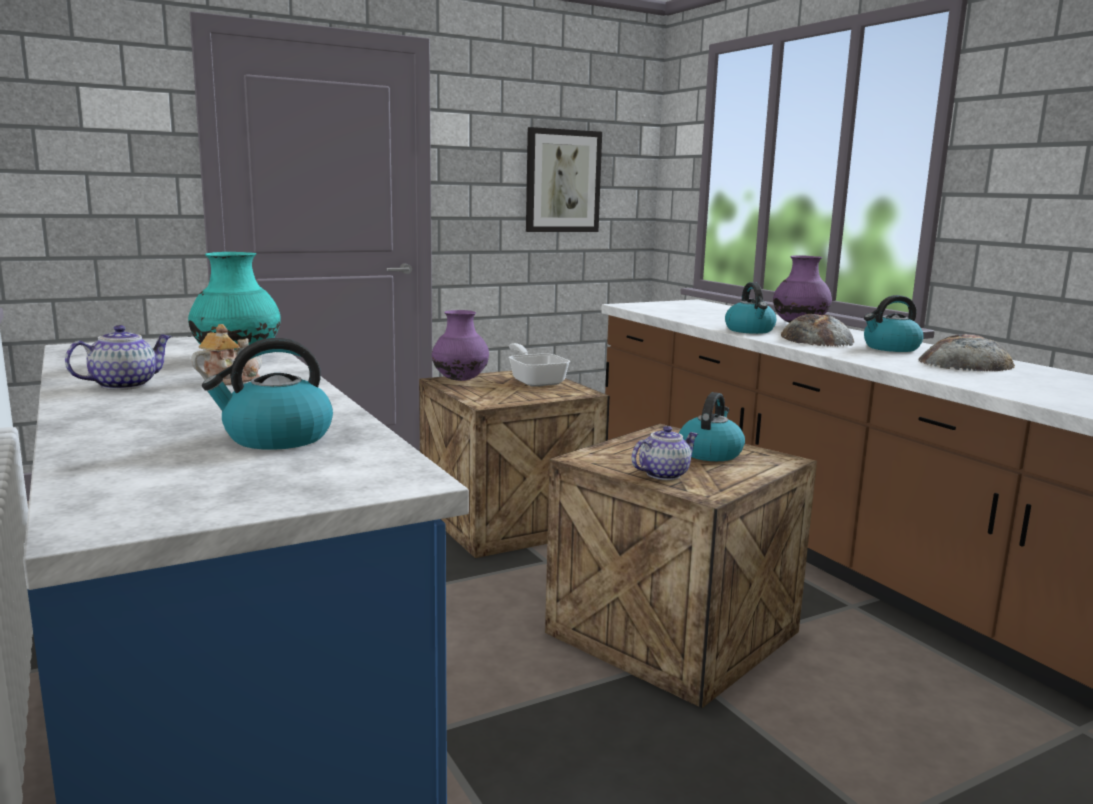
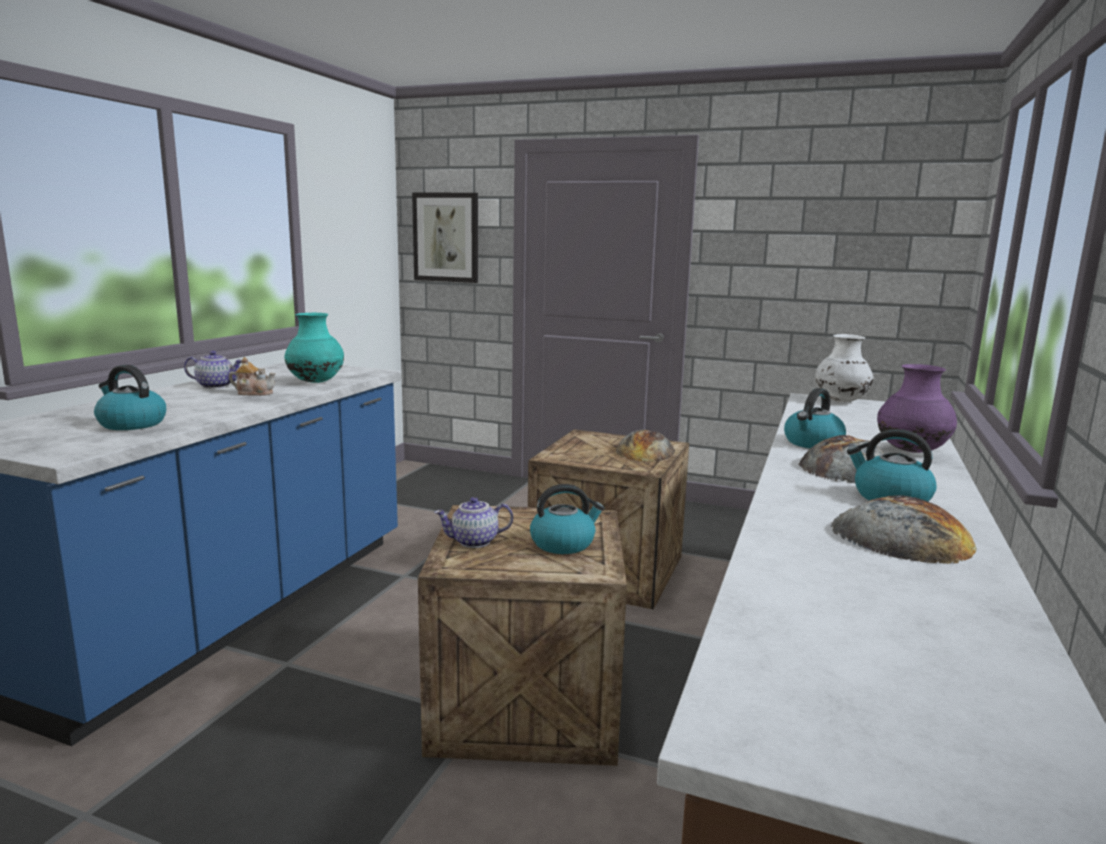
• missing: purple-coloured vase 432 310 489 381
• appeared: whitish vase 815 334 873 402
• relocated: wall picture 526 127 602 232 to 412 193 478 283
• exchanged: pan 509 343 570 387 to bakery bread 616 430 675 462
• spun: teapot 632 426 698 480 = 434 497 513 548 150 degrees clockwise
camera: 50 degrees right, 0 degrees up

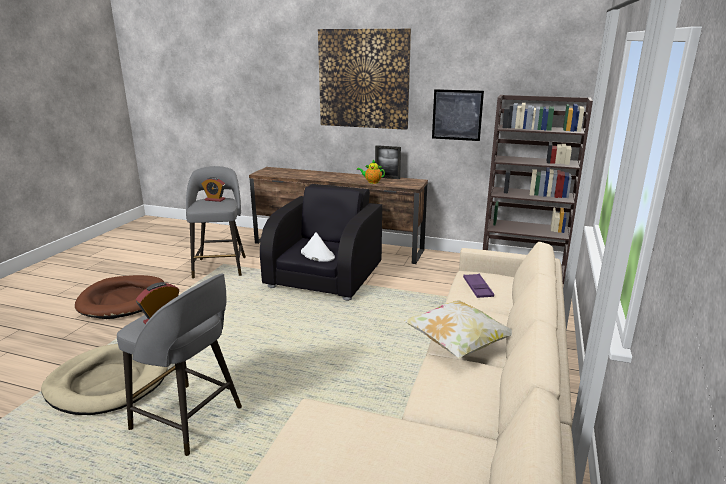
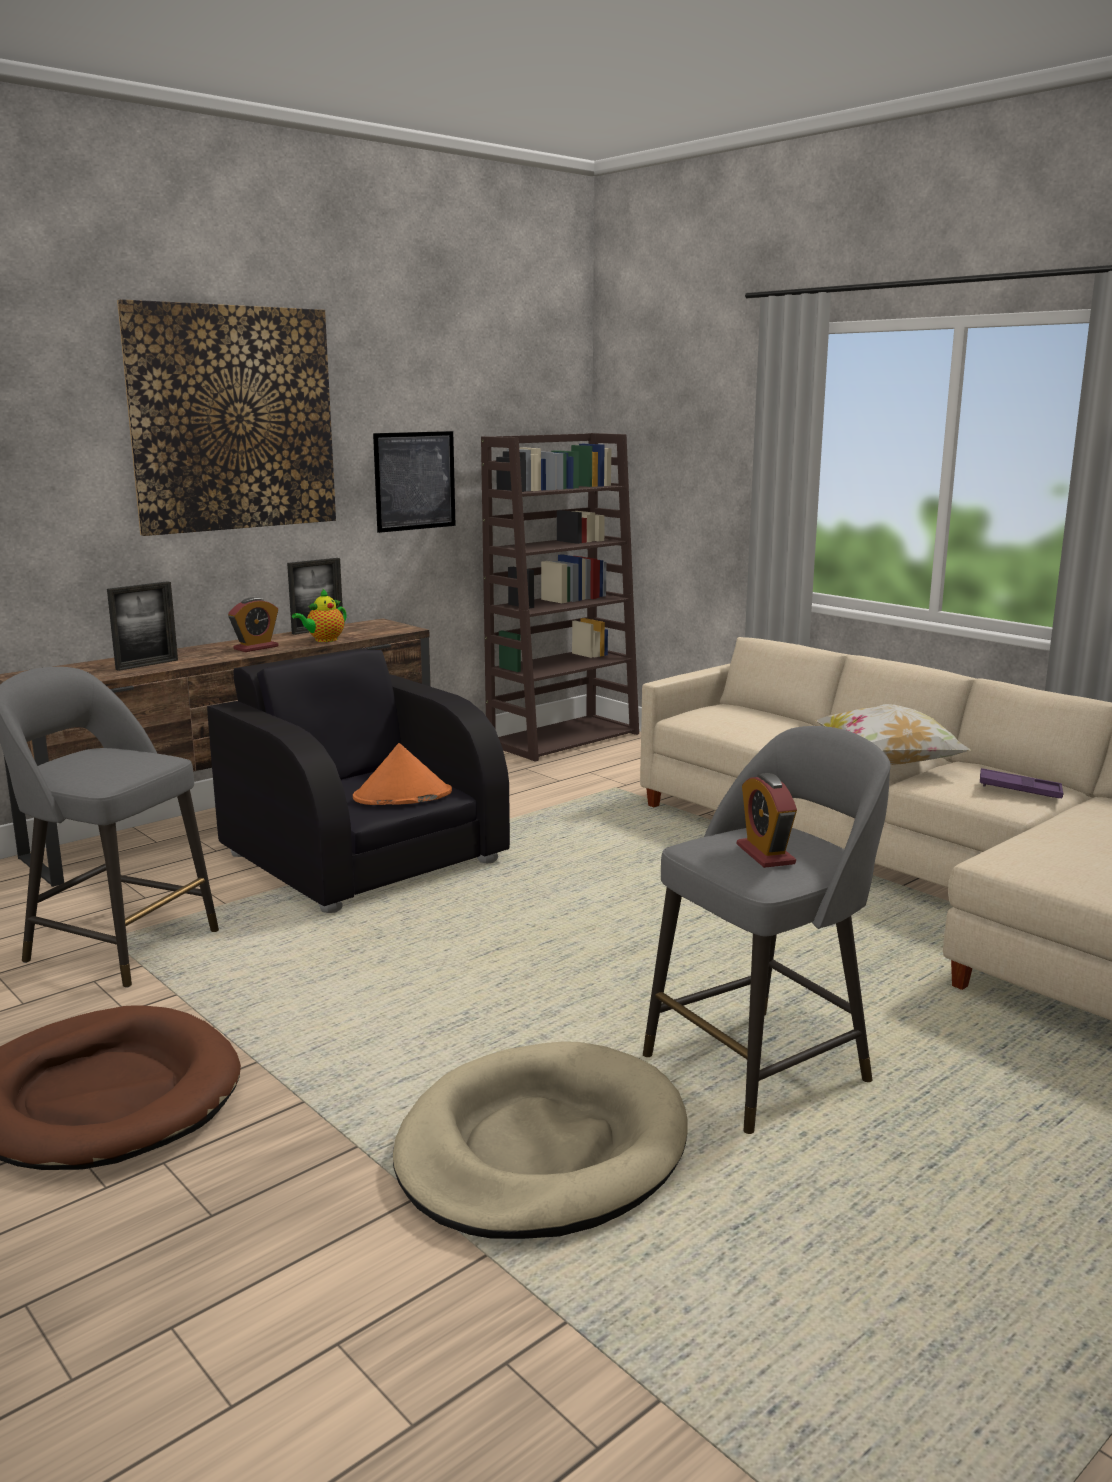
• appeared: standing frame 107 581 178 671
• relocated: table clock 201 177 225 202 to 228 597 278 652
• relocated: purple-coloured serving tray 463 274 494 298 to 980 768 1063 798
• colour: whitish wearable hat 301 232 335 262 to orangey wearable hat 353 743 452 805
camera: 60 degrees left, 5 degrees down

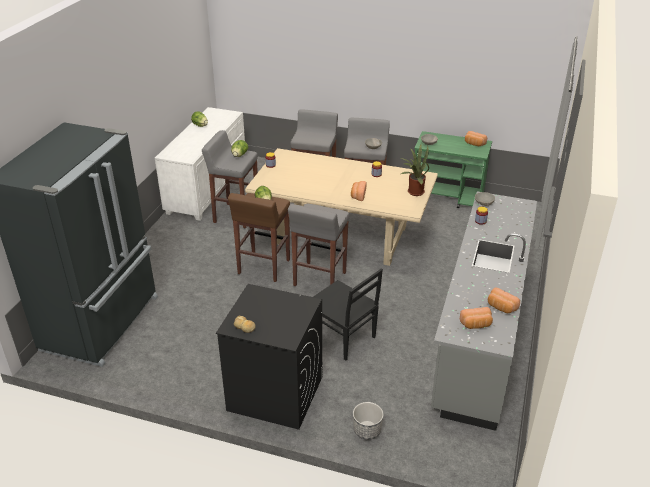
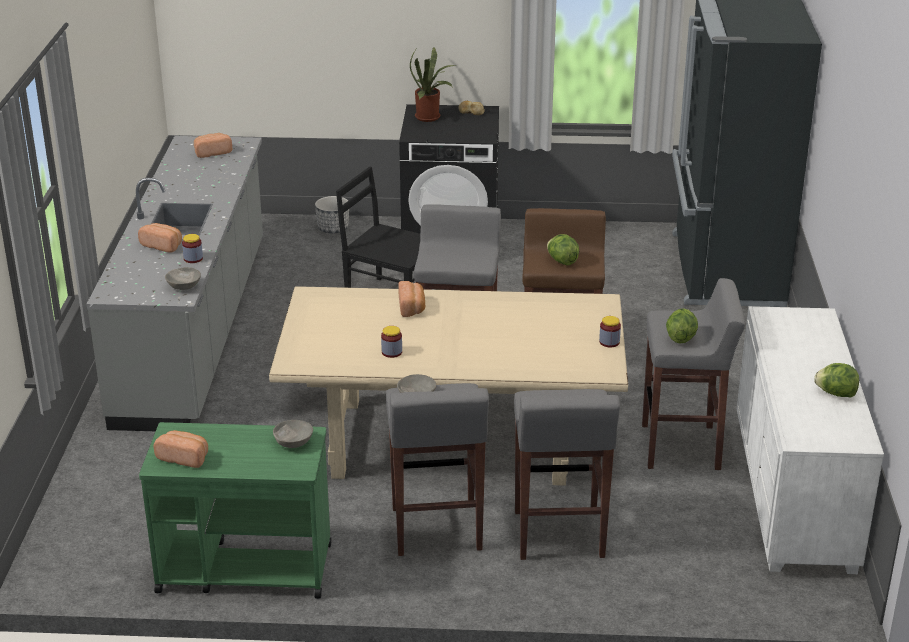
• relocated: potted plant 401 144 429 196 to 410 47 456 122
• relocated: bakery bread 488 288 520 313 to 138 223 182 253
camera: 165 degrees right, 5 degrees down

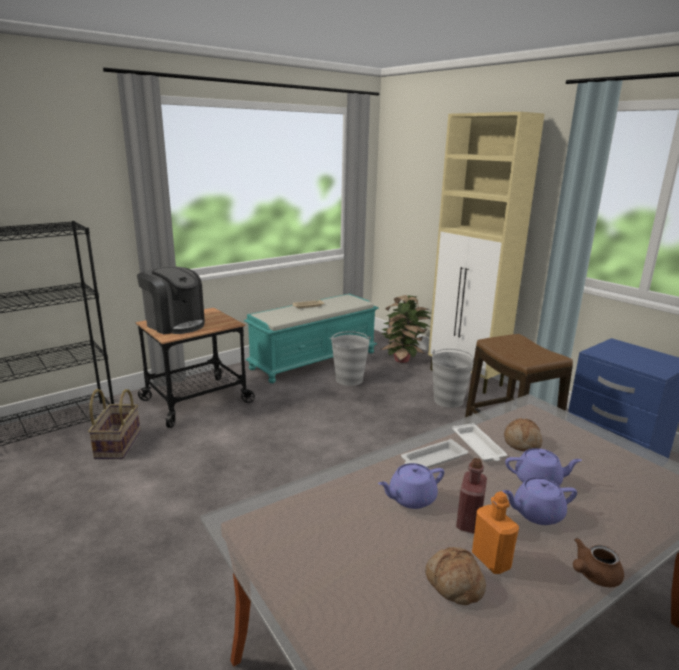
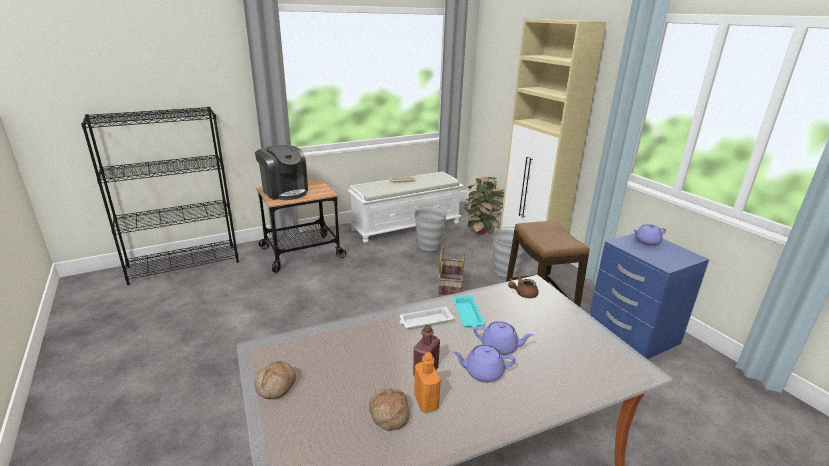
• relocated: basket 88 389 141 459 to 438 246 465 297
• relocated: purple-coloured teapot 378 463 444 509 to 633 224 666 246
• relocated: bakery bread 504 418 542 451 to 255 361 296 399
• relocated: brown-coloured teapot 573 538 624 587 to 508 276 539 298
• colour: turquoise indoor bench 244 294 379 383 to whitish indoor bench 347 171 464 243
• colour: whitish serving tray 452 423 507 461 to turquoise serving tray 453 295 485 328
camera: 10 degrees right, 5 degrees up

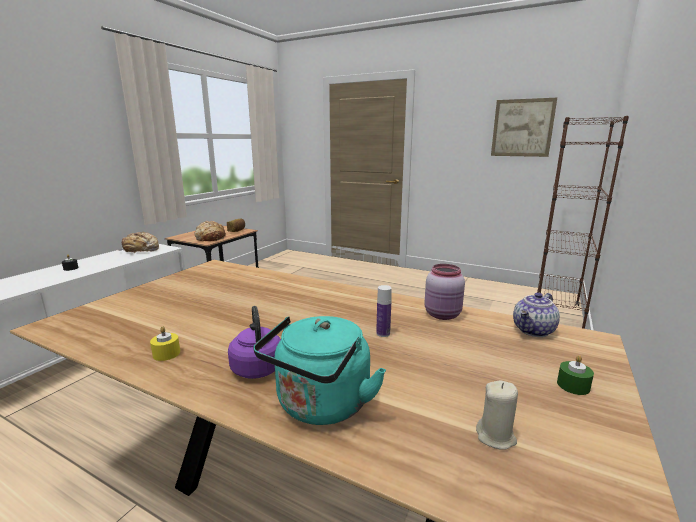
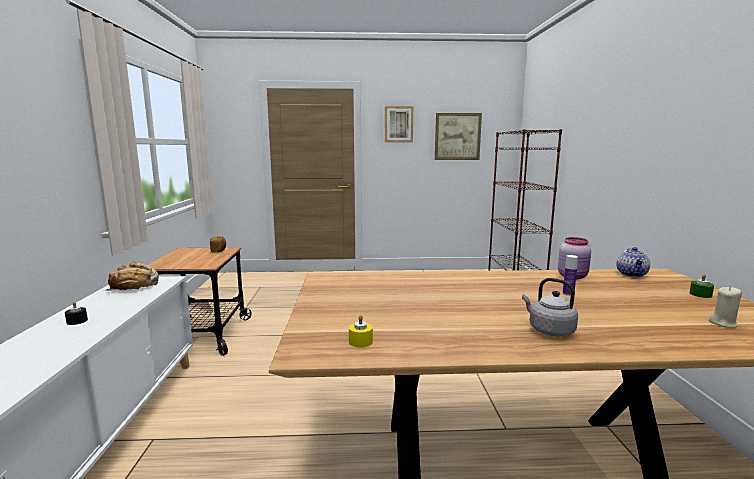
• missing: bakery bread 194 221 226 241
• missing: turquoise kettle 253 316 386 425
• appeared: wall picture 385 106 413 142
• relocated: yellow candle 150 326 180 361 to 349 315 373 348
• colour: purple-coloured kettle 228 306 281 379 to greyish kettle 522 278 578 337
camera: 30 degrees left, 5 degrees down

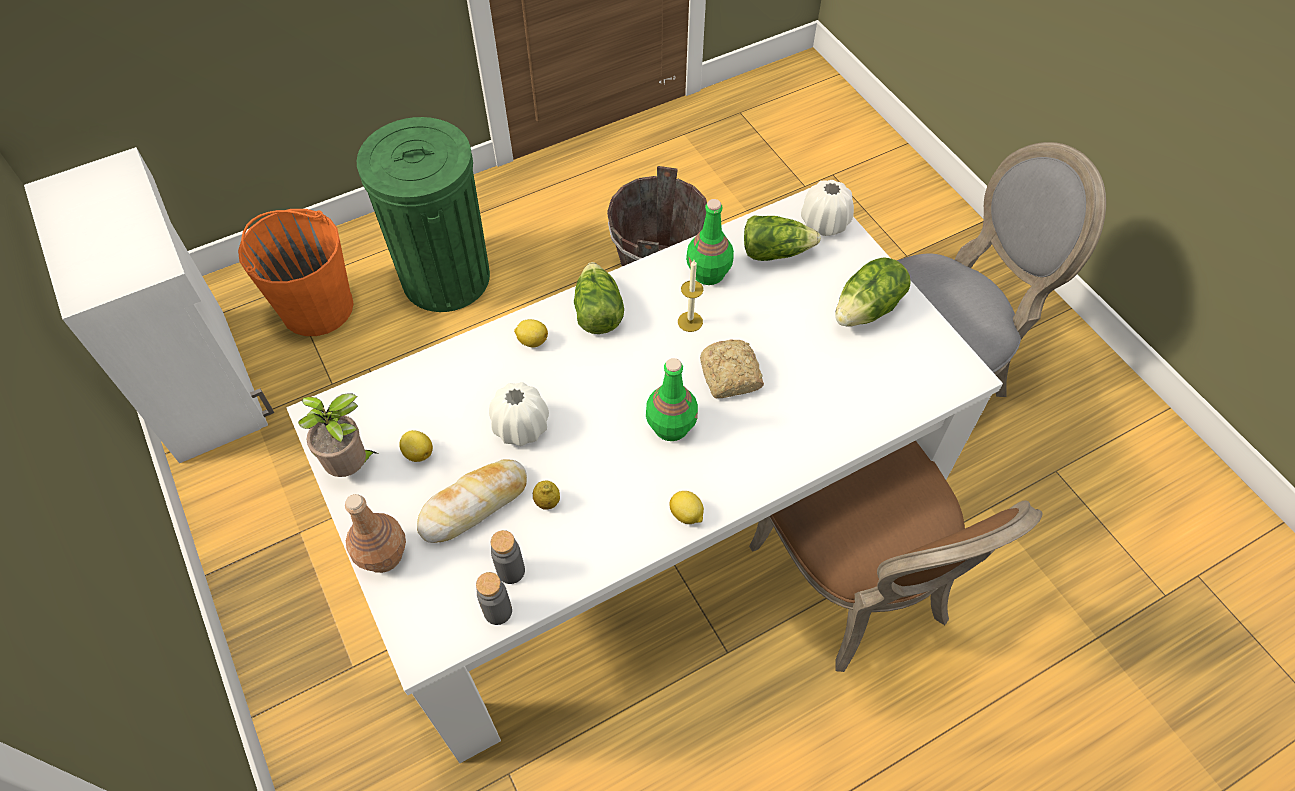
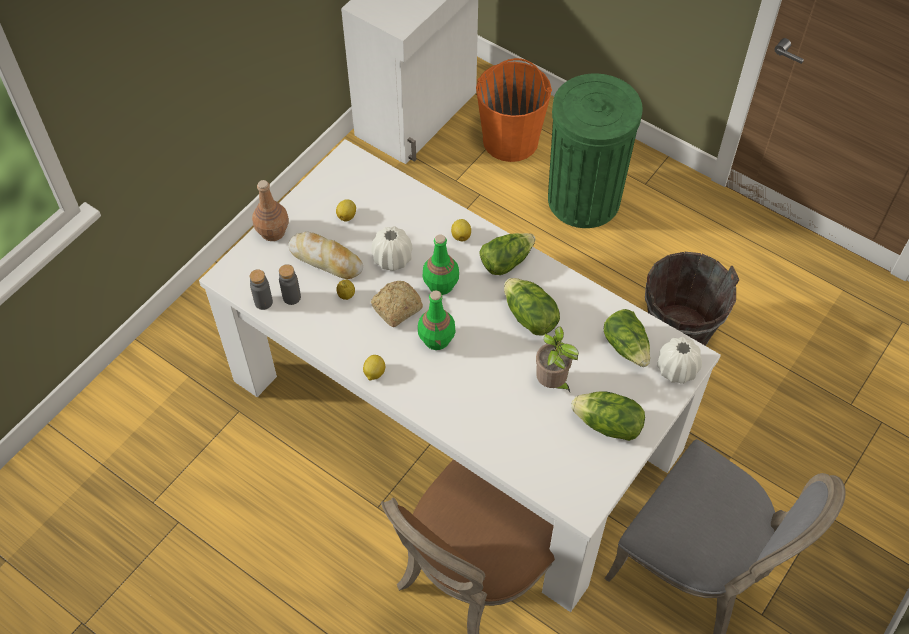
• relocated: potted plant 298 394 378 477 to 536 326 579 392
• relocated: greenish bottle 686 199 734 285 to 423 234 459 295
• relocated: bakery bread 700 339 764 398 to 371 281 423 327
• exchanged: candle 678 260 703 332 to lettuce 504 278 560 336
camera: 65 degrees right, 0 degrees up

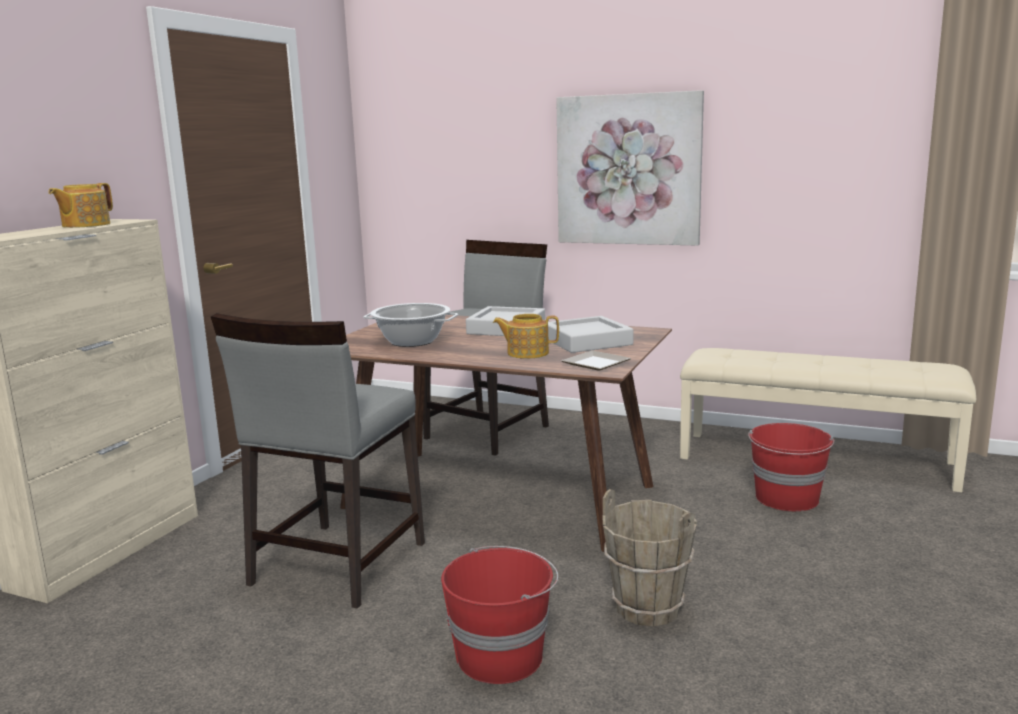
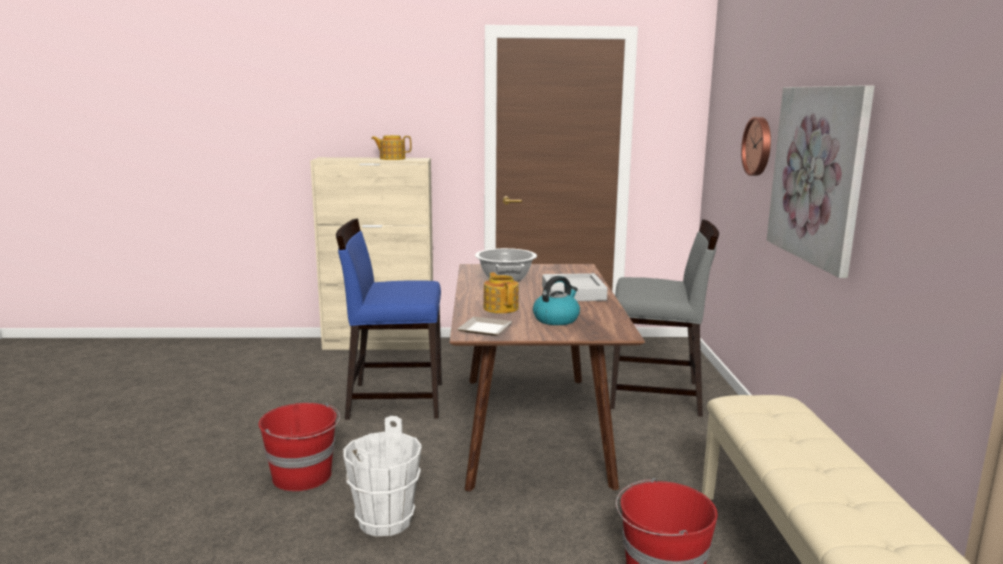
• appeared: wall clock 741 117 771 176
• exchanged: greyish serving tray 548 316 633 353 to kettle 533 276 580 325
• colour: greyish chair 211 313 425 609 to blue chair 336 219 442 420
• colour: brown-coloured water bucket 603 489 697 626 to whitish water bucket 343 416 422 537
camera: 65 degrees right, 0 degrees up

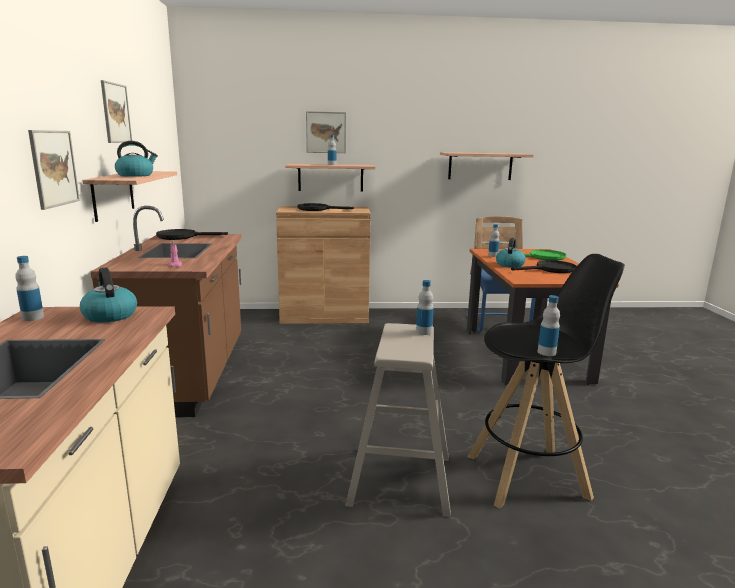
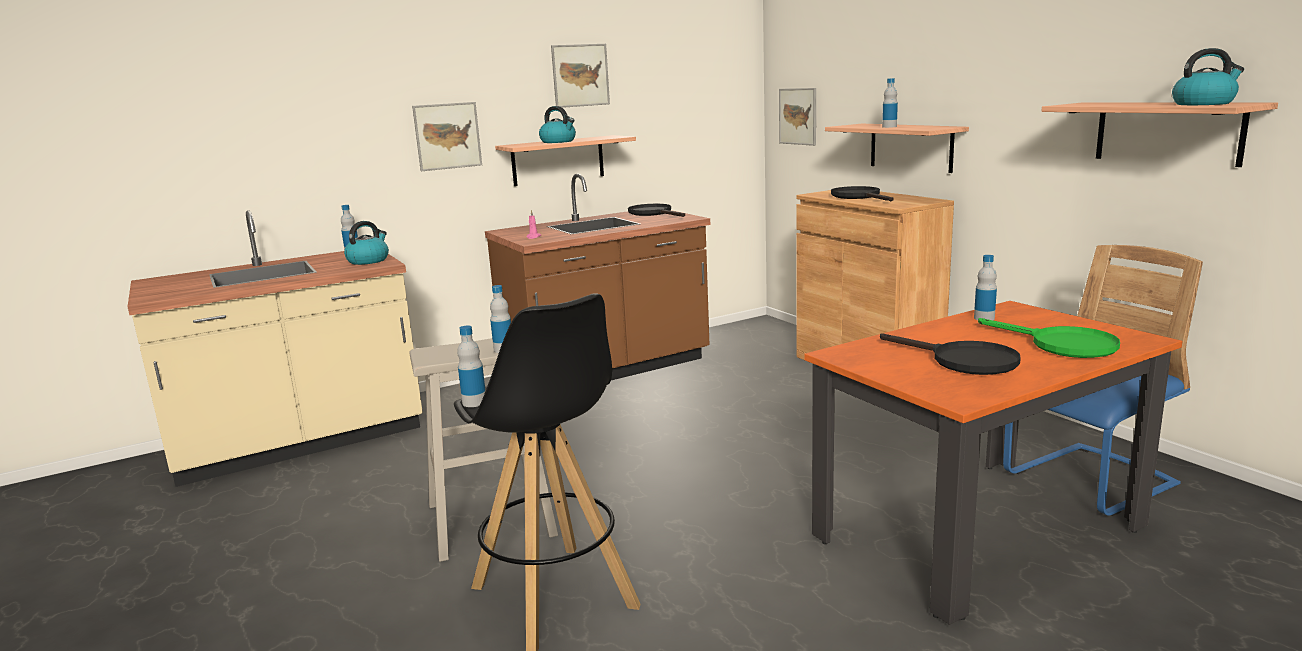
• relocated: wall picture 306 111 346 153 to 779 88 816 146
• relocated: kettle 496 238 526 268 to 1172 48 1244 105
camera: 65 degrees right, 0 degrees up

